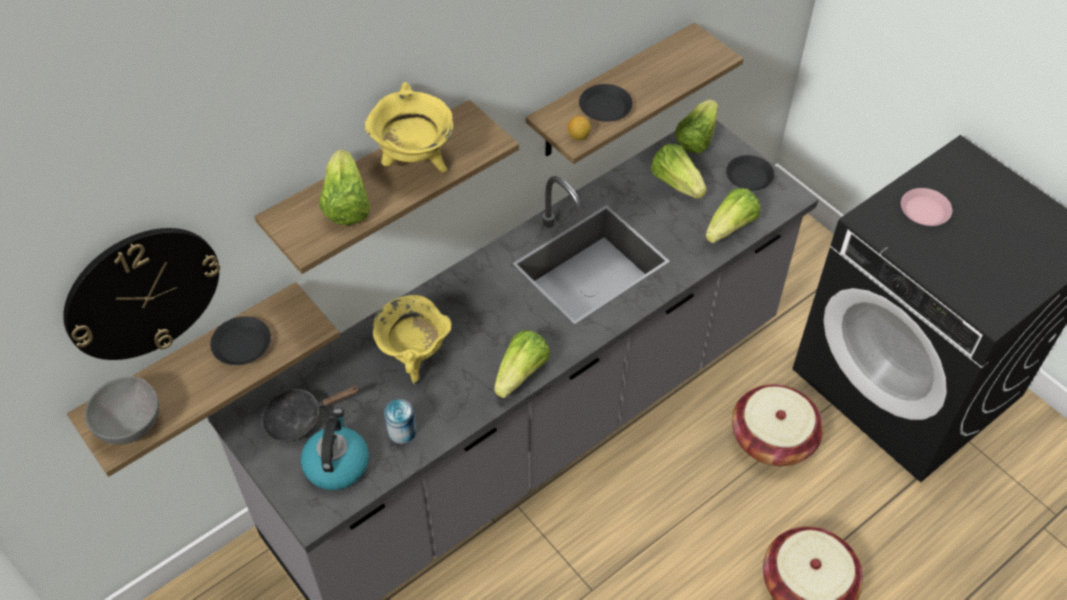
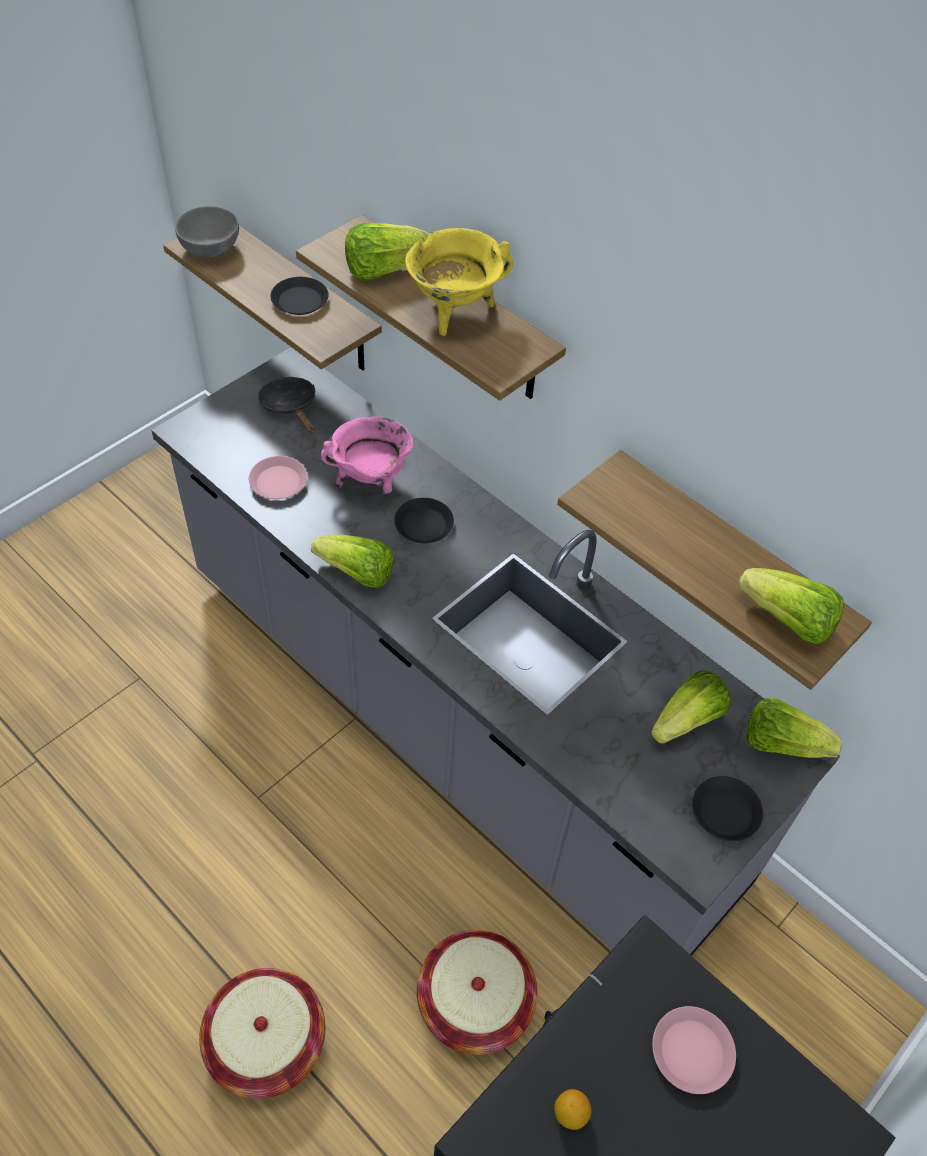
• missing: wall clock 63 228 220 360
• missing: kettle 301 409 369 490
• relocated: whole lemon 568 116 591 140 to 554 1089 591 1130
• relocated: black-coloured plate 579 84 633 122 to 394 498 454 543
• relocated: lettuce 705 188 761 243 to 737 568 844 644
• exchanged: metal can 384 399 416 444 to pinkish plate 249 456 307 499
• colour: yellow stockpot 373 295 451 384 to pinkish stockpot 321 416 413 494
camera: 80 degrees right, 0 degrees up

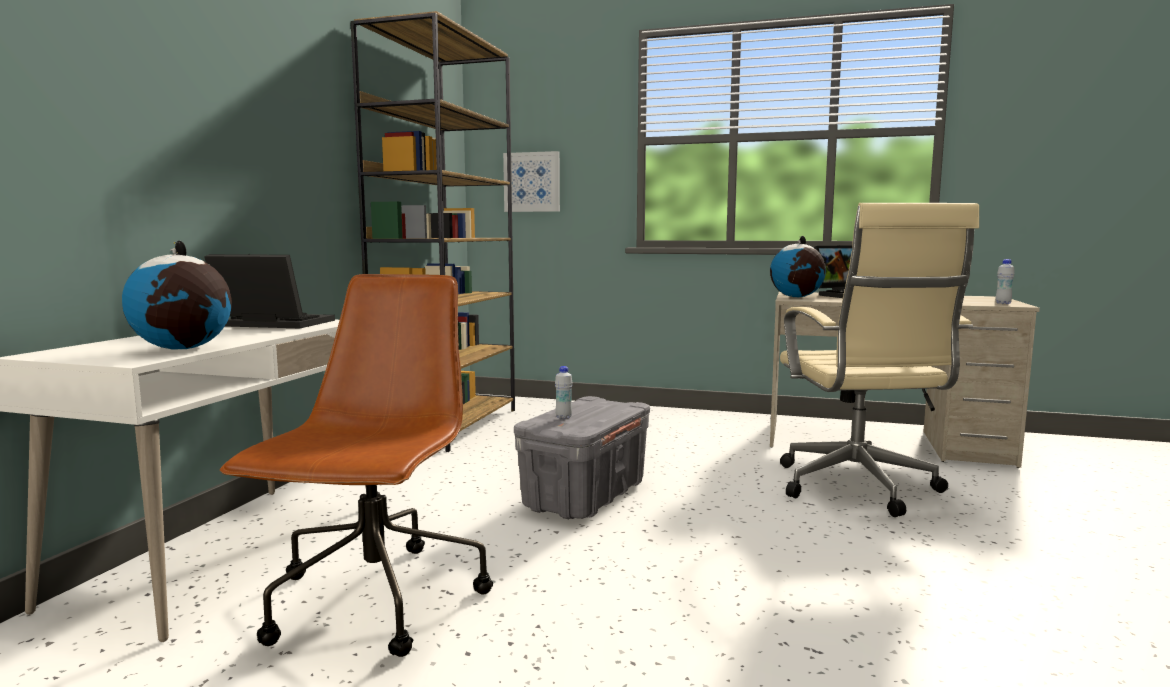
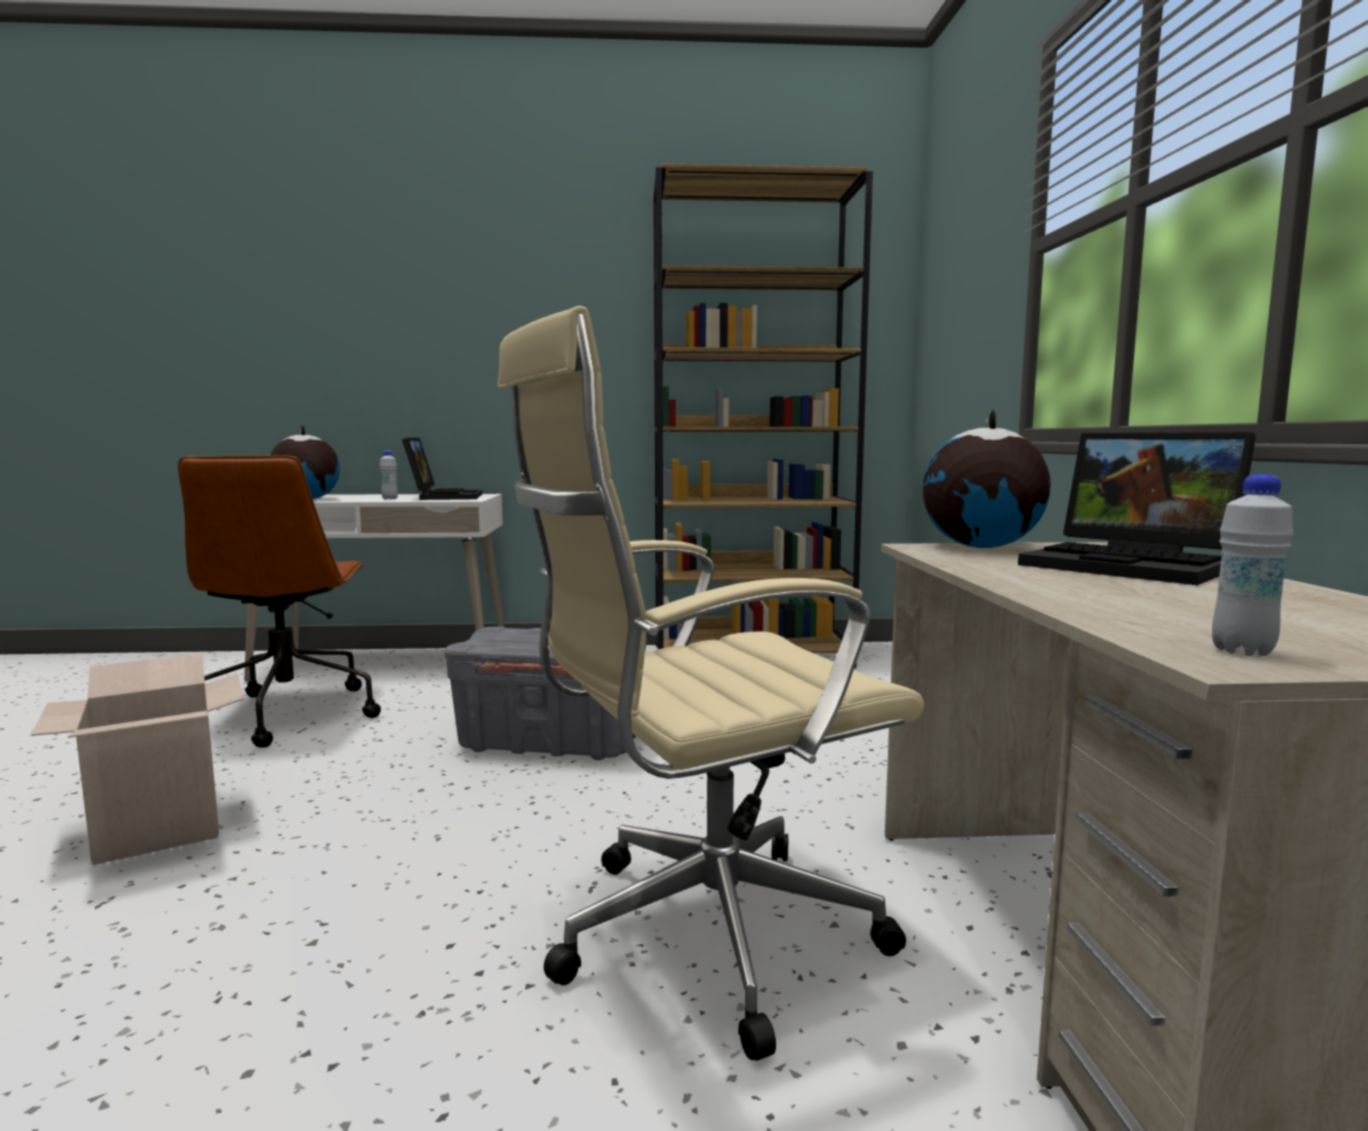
• missing: wall picture 503 151 560 212
• appeared: packing box 31 653 244 865
• relocated: whitish bottle 555 366 573 419 to 380 450 398 500
• spun: brown-coloured computer chair 220 274 493 657 = 178 455 381 748 90 degrees clockwise
camera: 70 degrees right, 0 degrees up

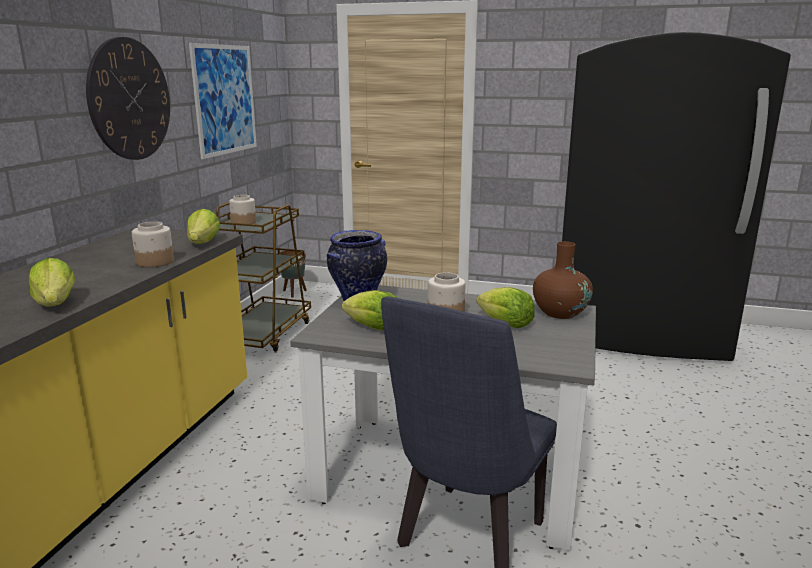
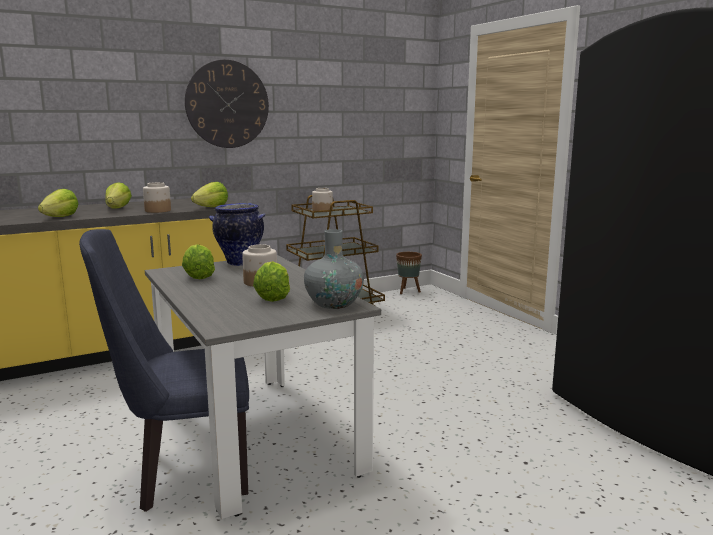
• missing: wall picture 189 43 257 159
• appeared: lettuce 105 182 132 209
• colour: brown-coloured vase 533 241 593 319 to greyish vase 304 229 364 309
camera: 45 degrees right, 5 degrees down

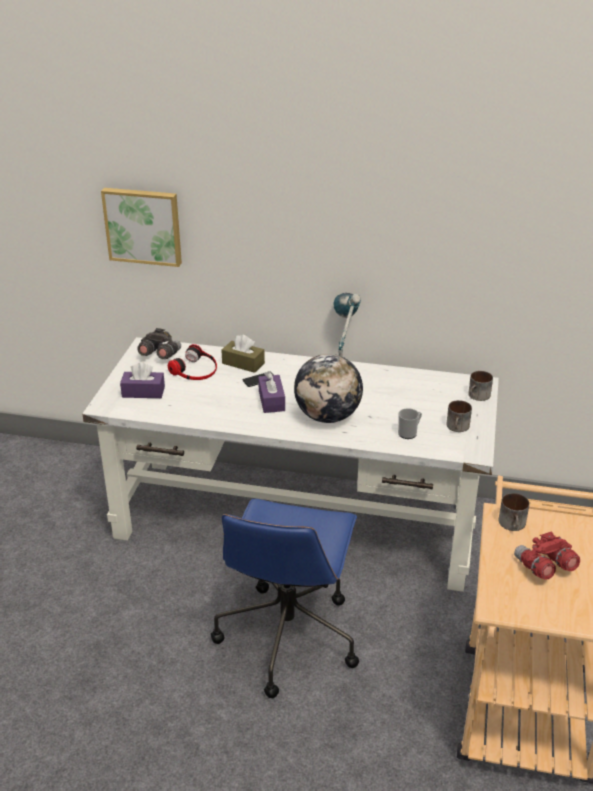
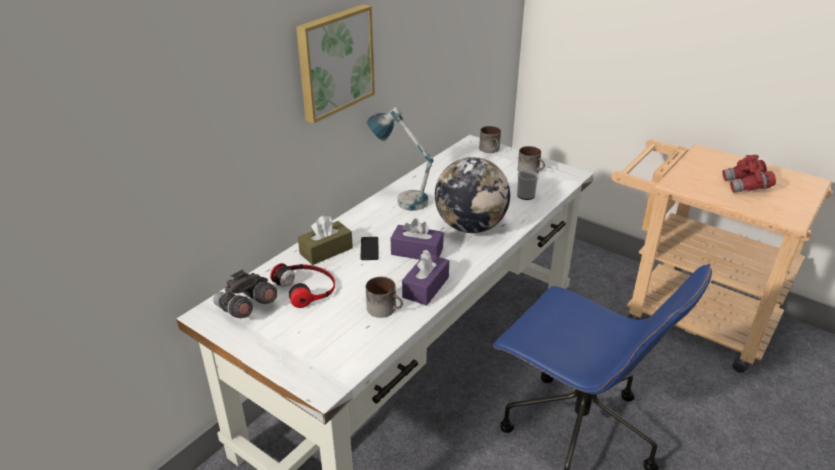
• relocated: wall picture 101 188 182 267 to 296 4 375 123
• relocated: purple-coloured box of tissues 120 362 165 398 to 402 250 449 306
• relocated: mug 499 493 529 531 to 366 277 403 318
camera: 65 degrees left, 0 degrees up

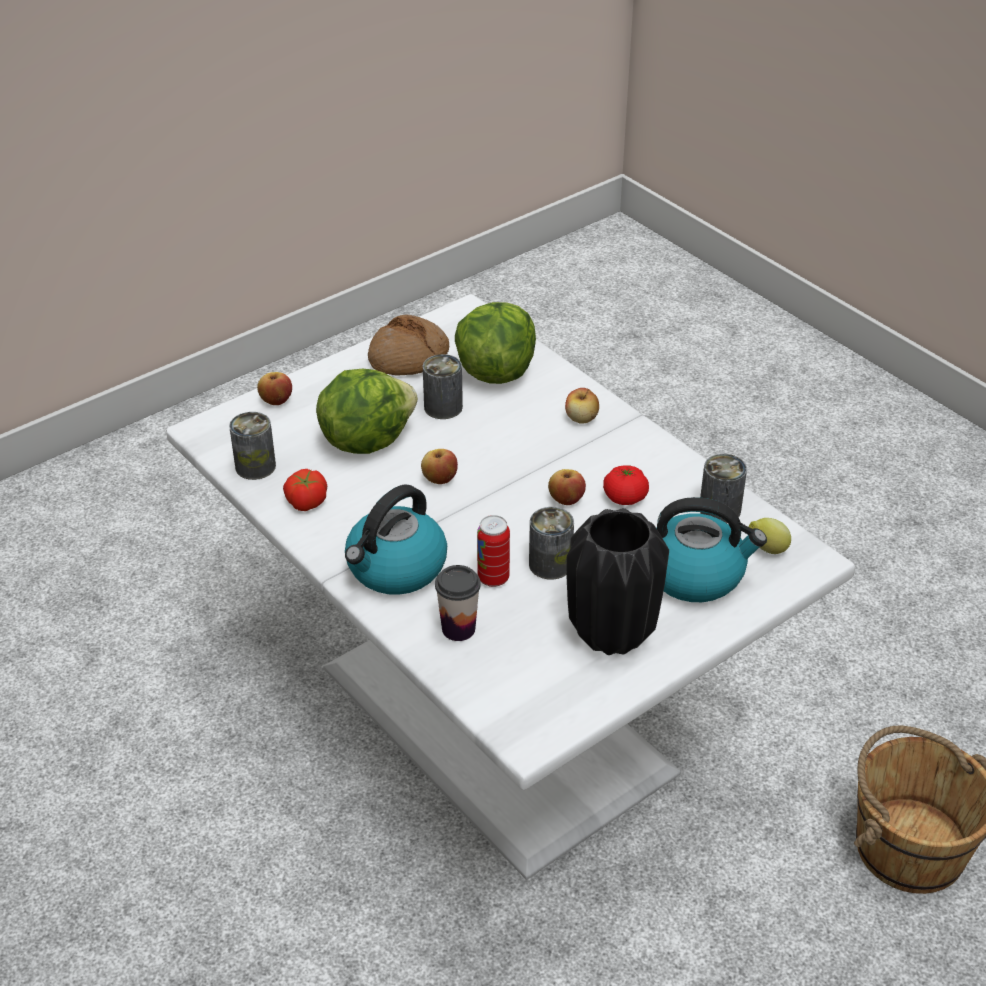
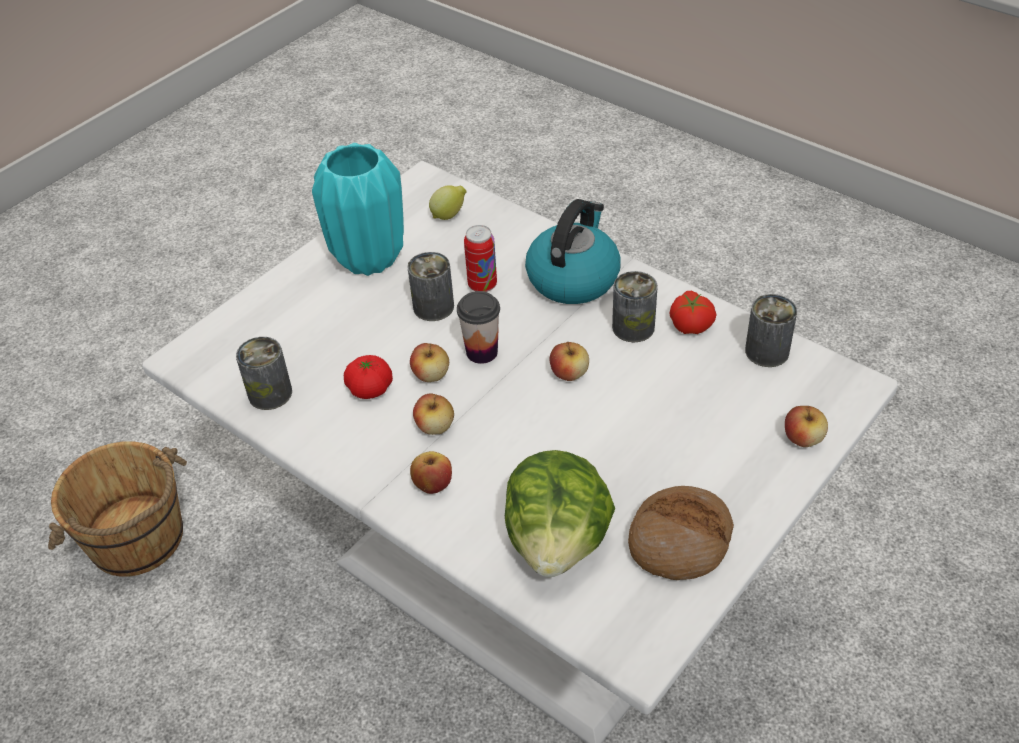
• missing: lettuce 316 369 418 454
• missing: kettle 656 497 767 602
• appeared: whole apple 413 393 454 435
• relocated: metal can 423 354 463 419 to 612 271 658 342
• relocated: drinking cup 435 565 481 641 to 457 291 500 364
• relocated: whole lemon 749 518 791 554 to 429 185 467 220
• colour: black-coloured vase 566 508 669 655 to turquoise vase 312 143 404 276
camera: 170 degrees right, 5 degrees up

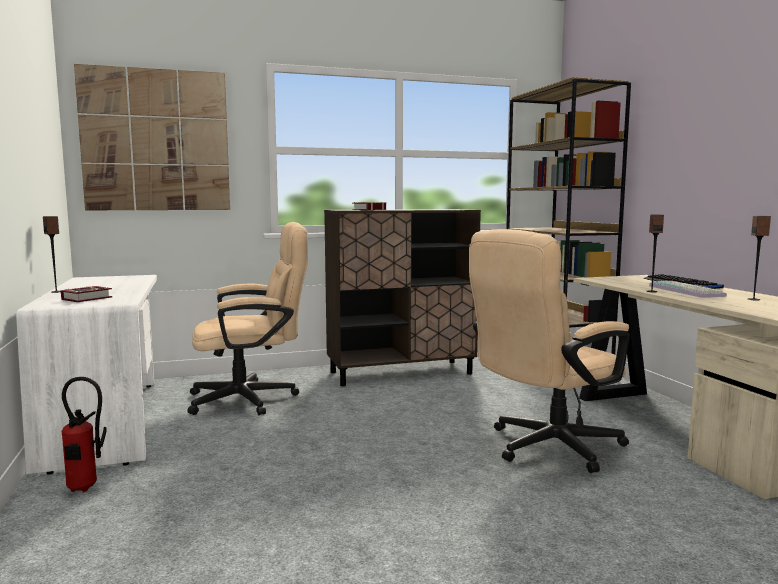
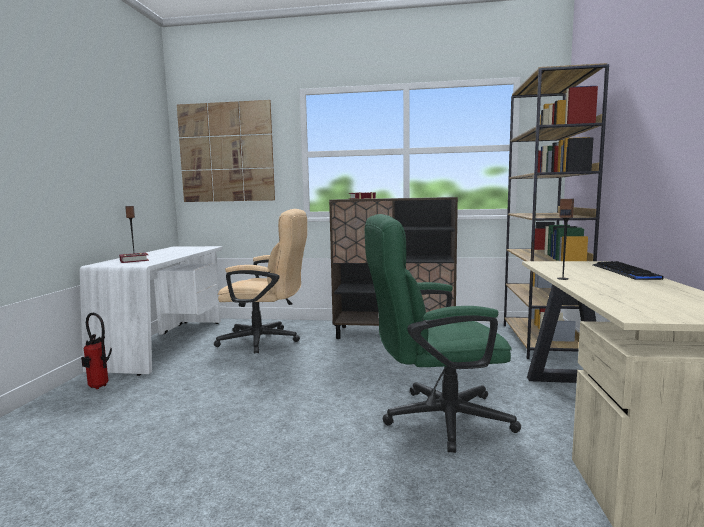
• missing: computer keyboard 649 281 727 298
• missing: loudspeaker 748 216 771 300
• colour: beige computer chair 469 229 630 473 to greenish computer chair 365 214 521 453
camera: 25 degrees right, 0 degrees up

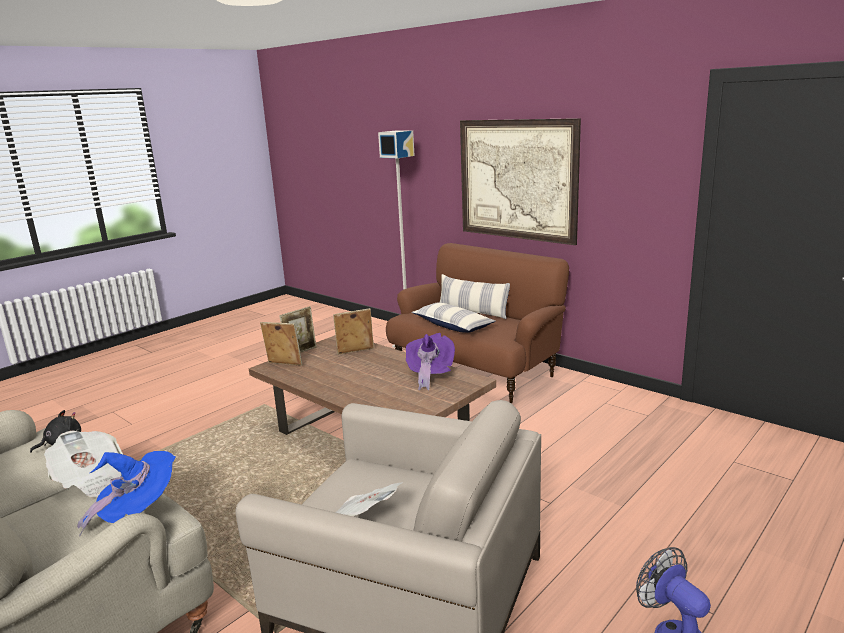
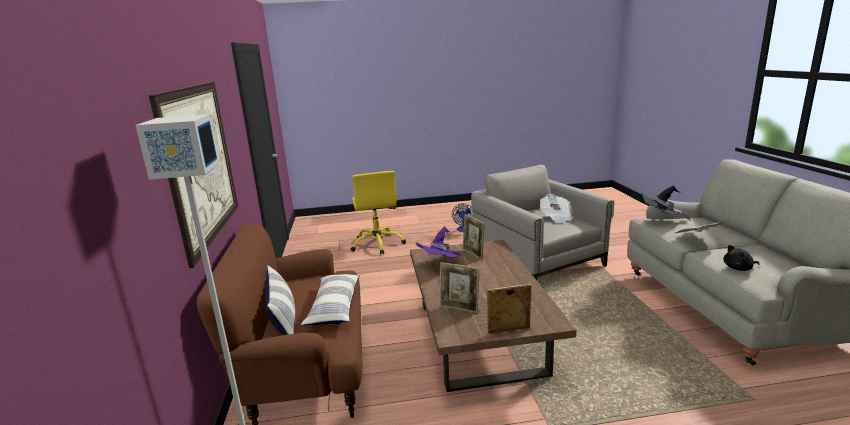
• appeared: yellow computer chair 351 171 406 255
• relocated: standing frame 260 322 303 366 to 462 214 485 259
• colour: blue wearable hat 77 451 175 536 to black-coloured wearable hat 640 185 691 221
camera: 140 degrees left, 0 degrees up

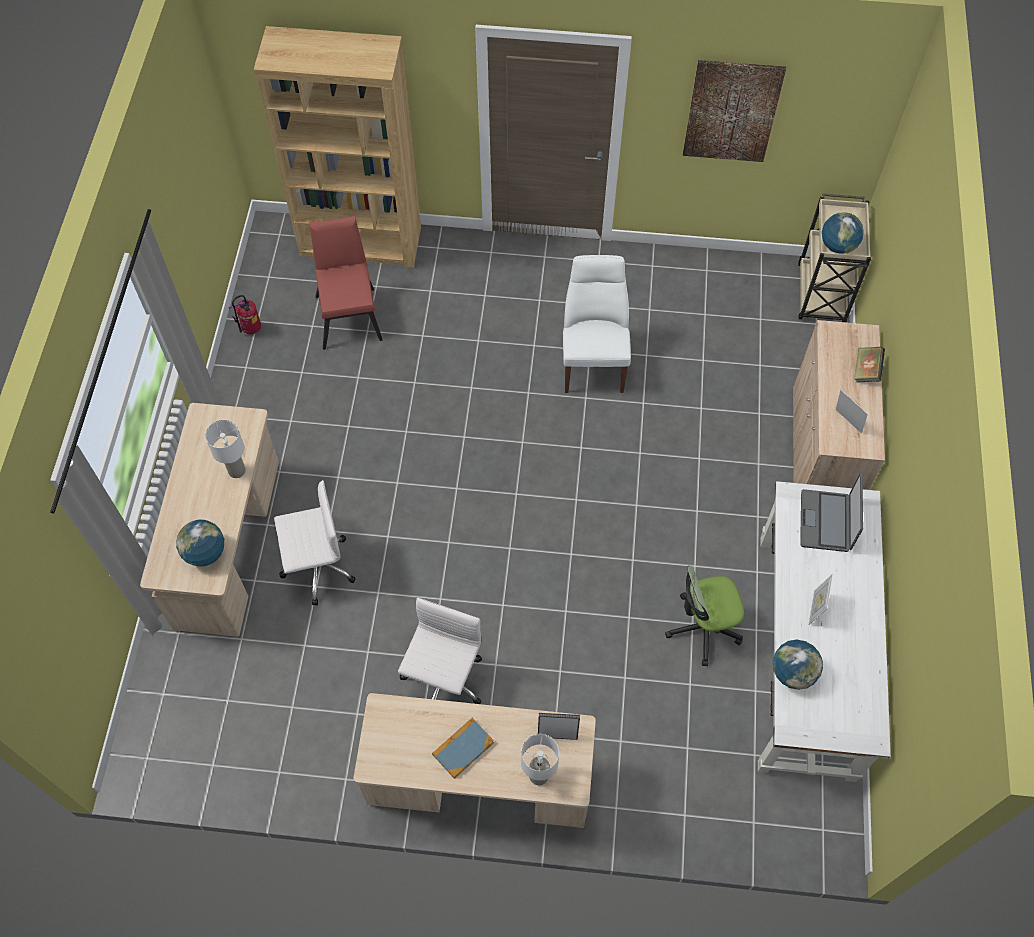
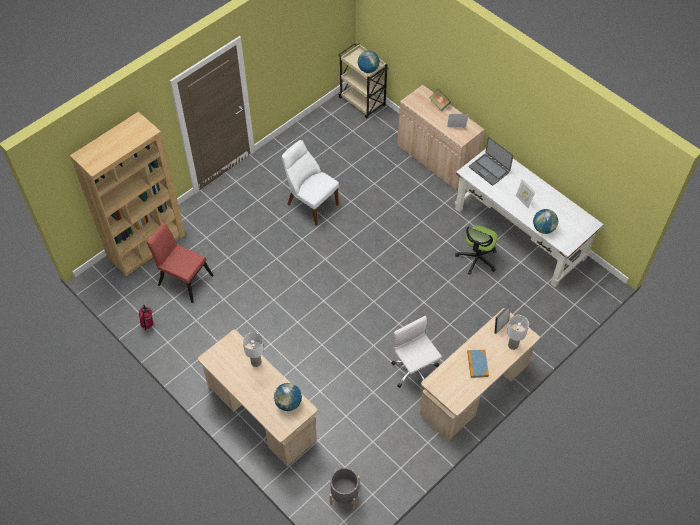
• missing: whitish computer chair 274 480 356 605
• missing: wall picture 683 60 786 162
• appeared: greyish flower pot 330 468 360 509
camera: 50 degrees left, 5 degrees down

